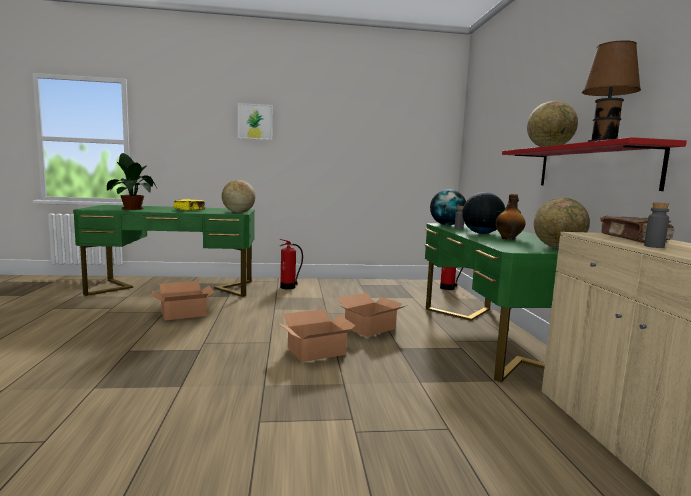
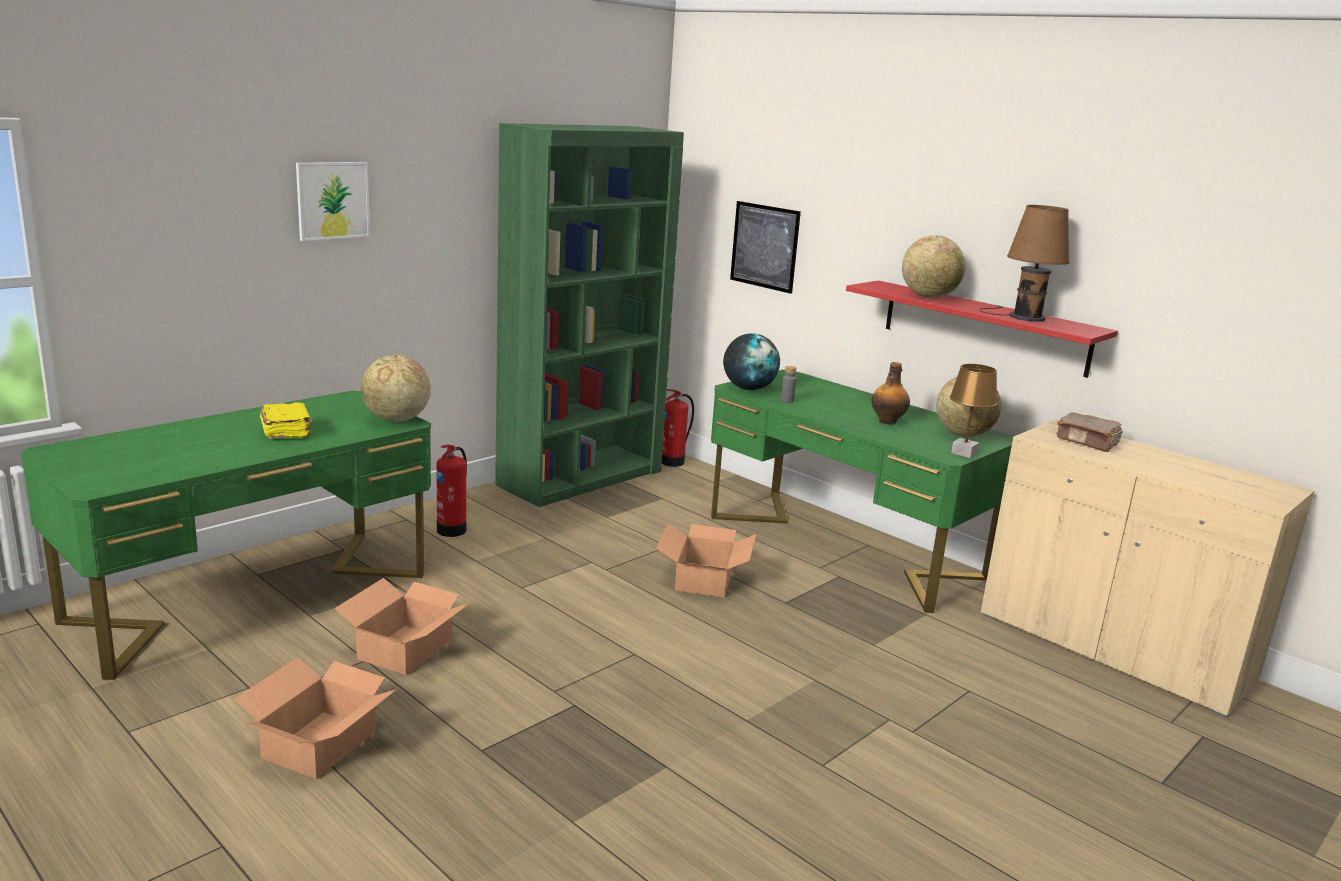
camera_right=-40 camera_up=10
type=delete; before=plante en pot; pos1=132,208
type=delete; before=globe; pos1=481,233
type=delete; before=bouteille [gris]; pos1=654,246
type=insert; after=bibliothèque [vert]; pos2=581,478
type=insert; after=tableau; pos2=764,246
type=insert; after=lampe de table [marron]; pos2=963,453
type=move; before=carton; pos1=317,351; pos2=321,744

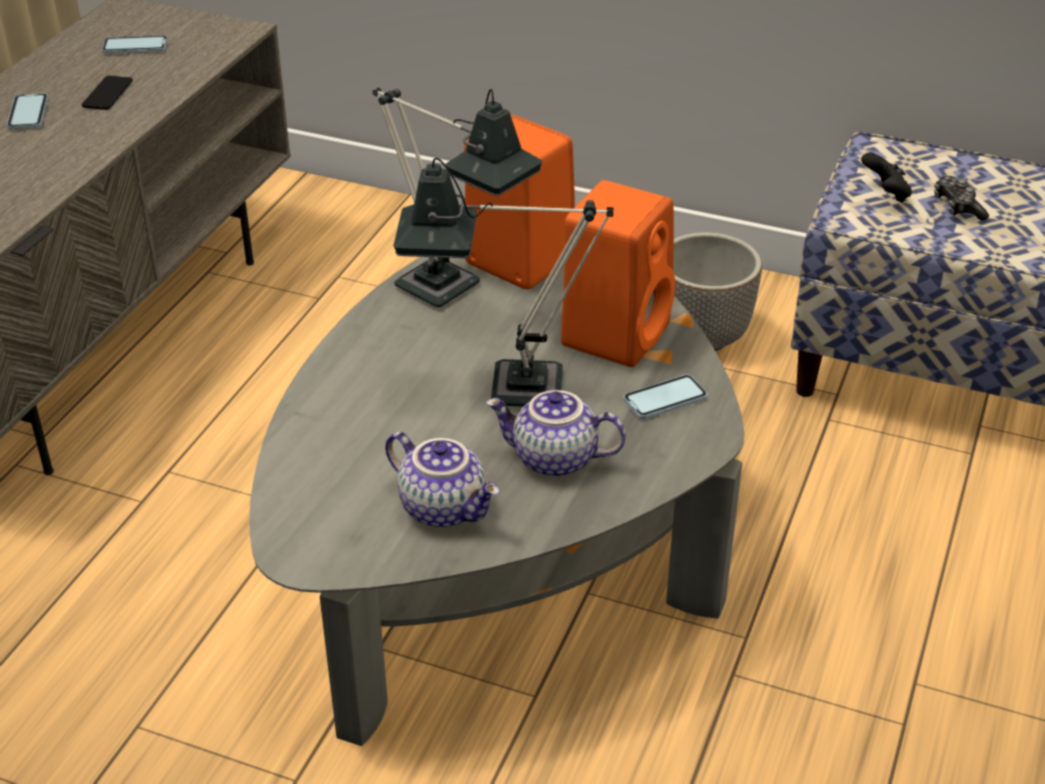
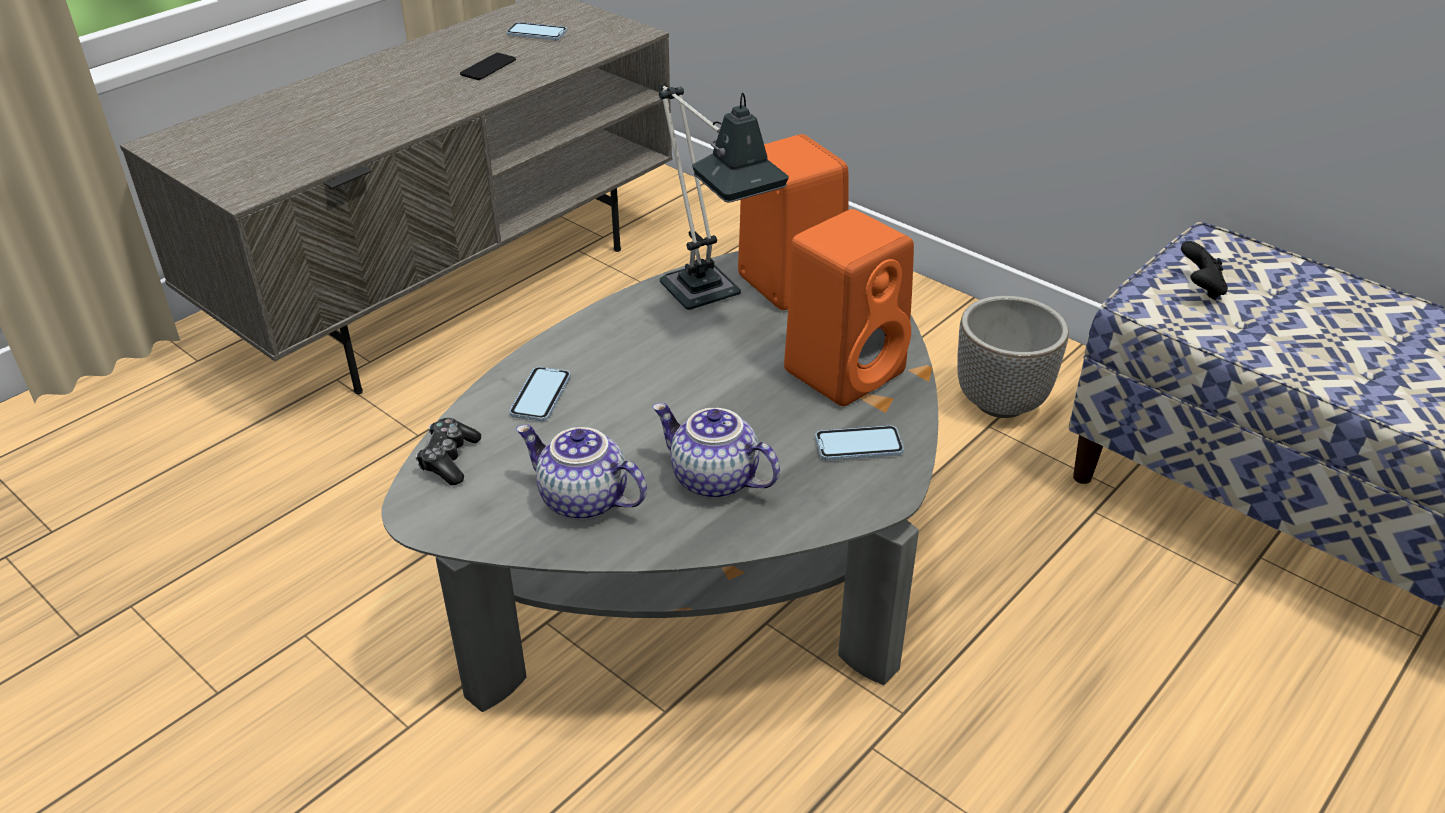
camera_right=20 camera_up=0
type=delete; before=lampe de table; pos1=506,387
type=move; before=téléphone; pos1=28,114; pos2=540,396
type=move; before=manette; pos1=957,207; pos2=449,459
type=rotate; before=théière; pos1=445,508; pos2=582,501; turn=150

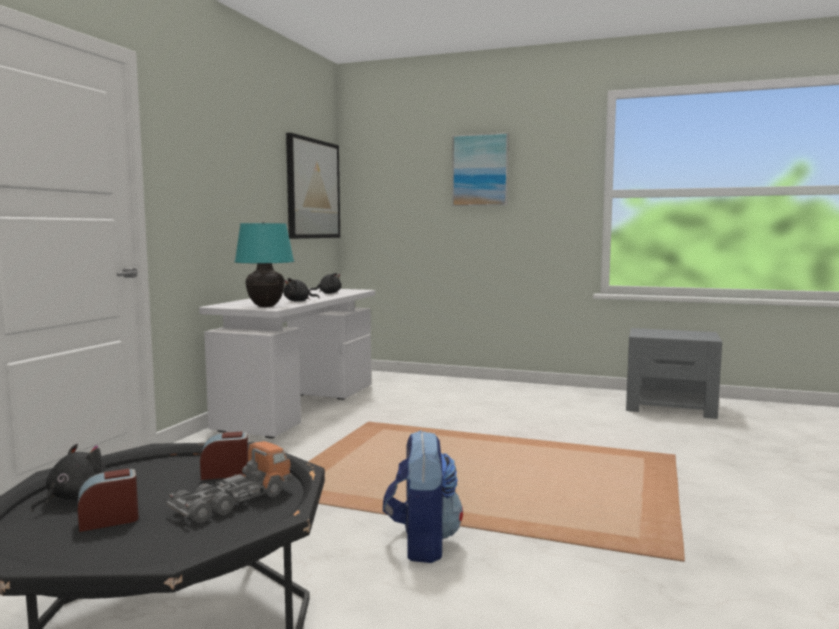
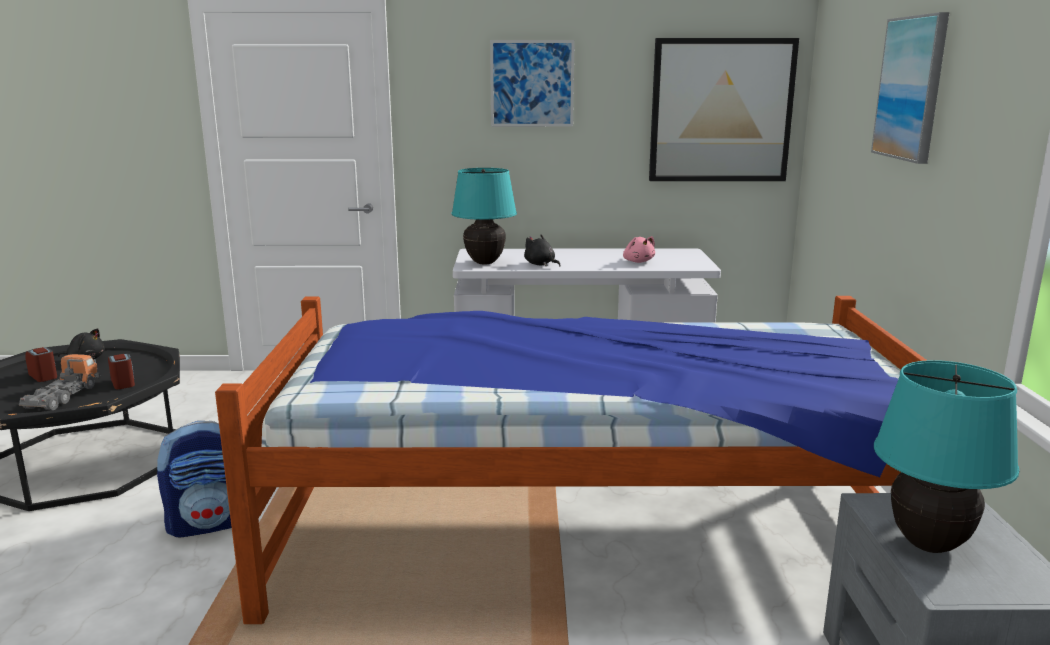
camera_right=70 camera_up=10
type=insert; after=lit; pos2=582,535
type=insert; after=tableau; pos2=532,83
type=insert; after=lampe de table [turquoise]; pos2=928,544
type=recolor; before=peluche [noir]; after=peluche [rose]; pos1=328,293; pos2=638,261
type=rotate; before=camion jouet; pos1=233,502; pos2=62,397; turn=-105

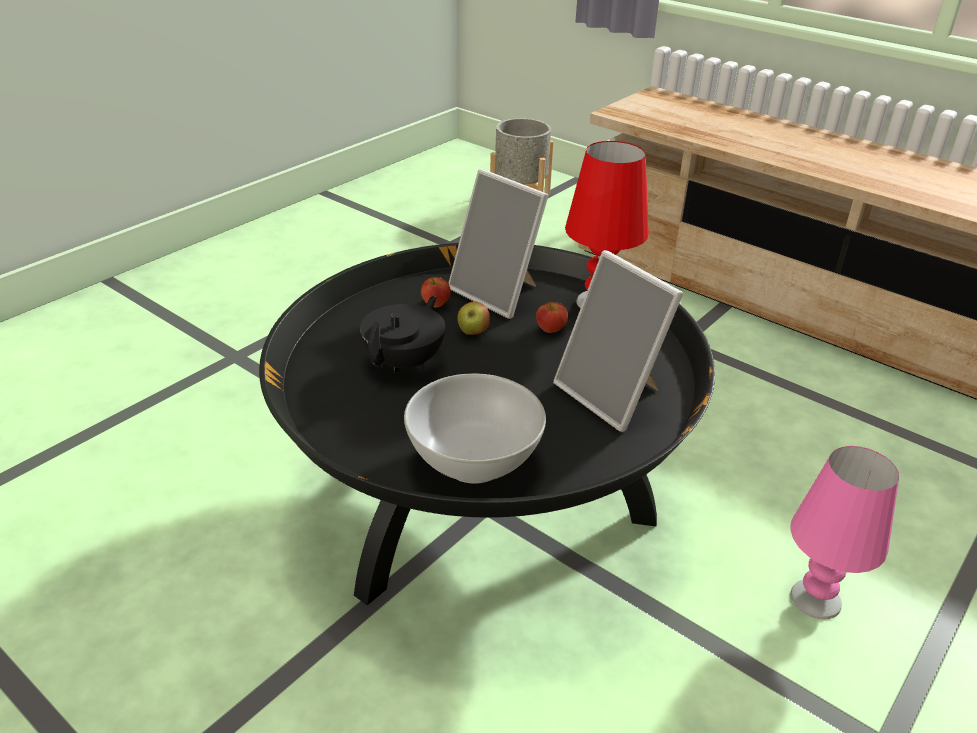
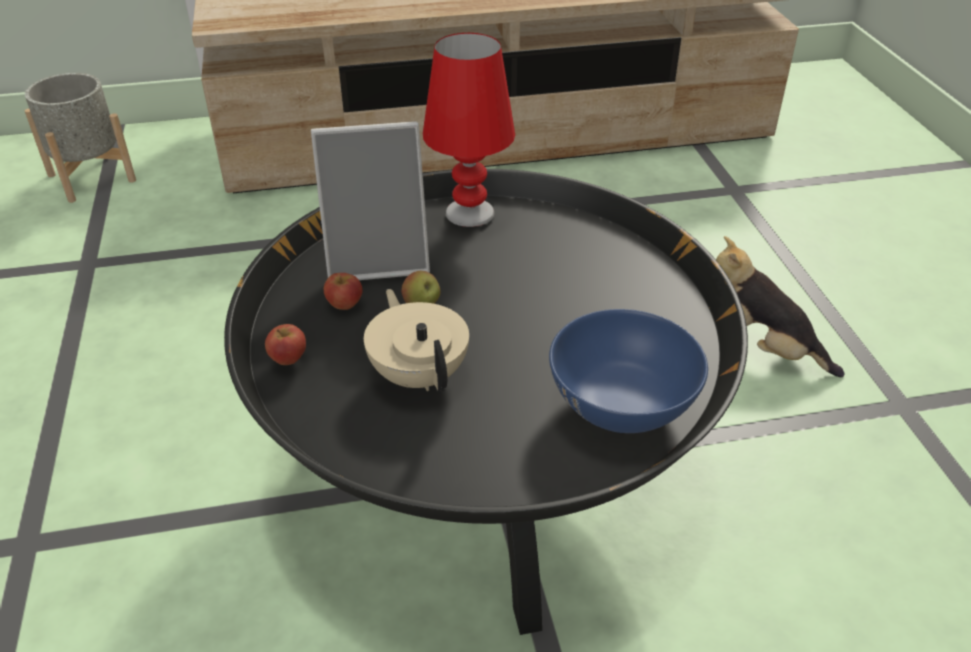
camera_right=-50 camera_up=5
type=delete; before=cadre photo; pos1=612,396
type=move; before=pomme; pos1=551,330; pos2=288,359
type=replace; before=lampe de table [rose]; after=peluche; pos1=816,600; pos2=761,349
type=recolor; before=théière [noir]; after=théière [beige]; pos1=405,362; pos2=419,374
type=recolor; before=bol [blanc]; after=bol [bleu]; pos1=475,462; pos2=622,407

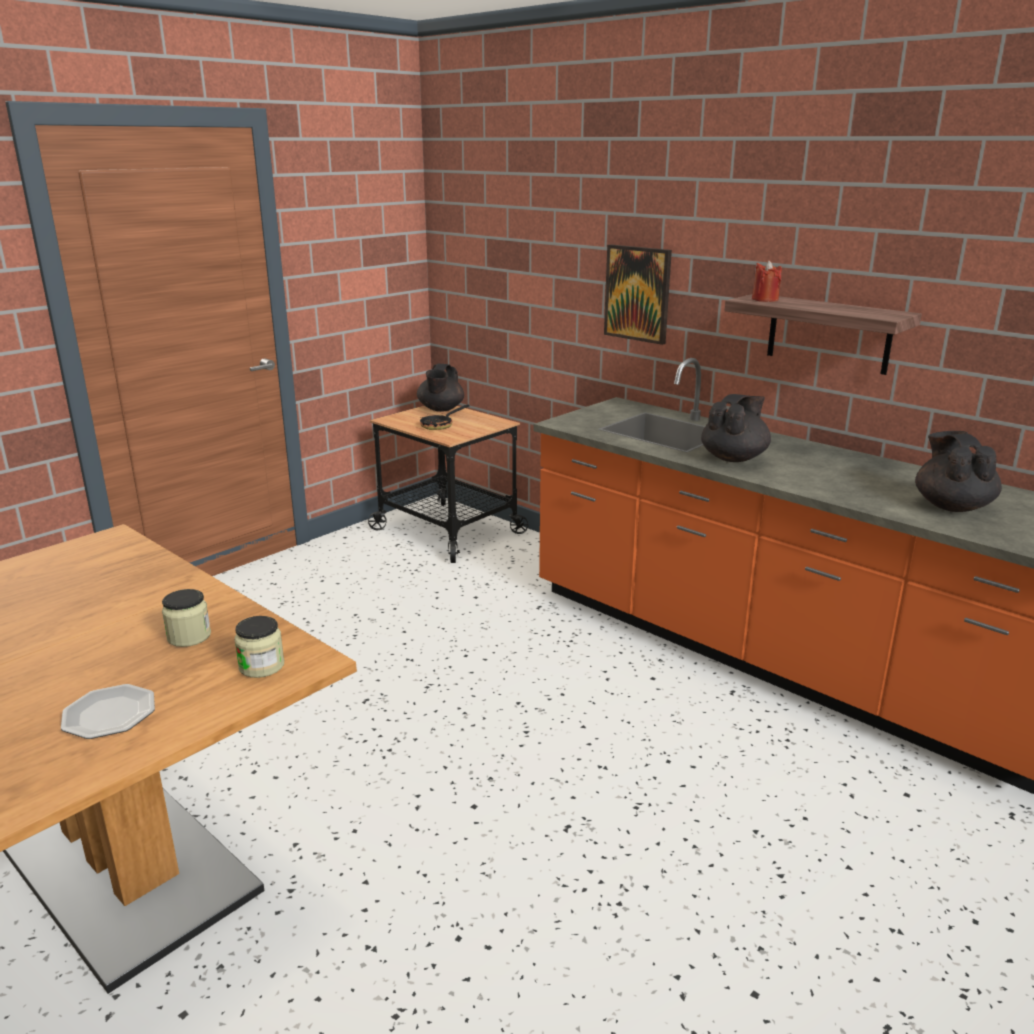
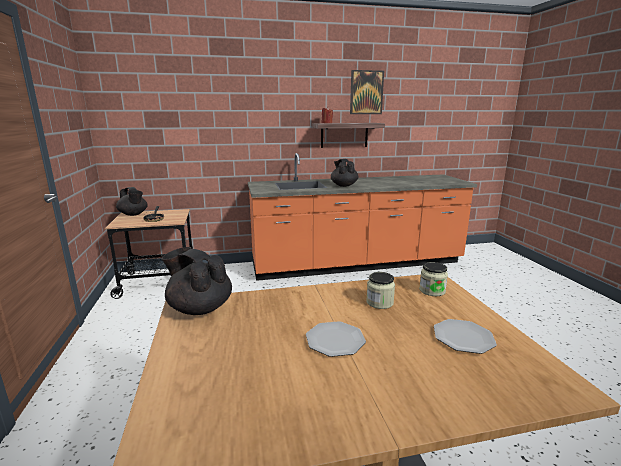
camera_right=-55 camera_up=-5
type=insert; after=assiette; pos2=335,341
type=move; before=tableau; pos1=638,293; pos2=366,92
type=move; before=théière [noir]; pos1=951,506; pos2=200,308

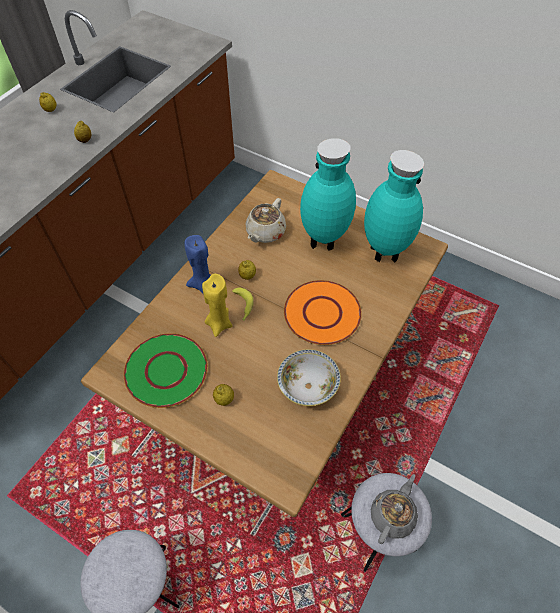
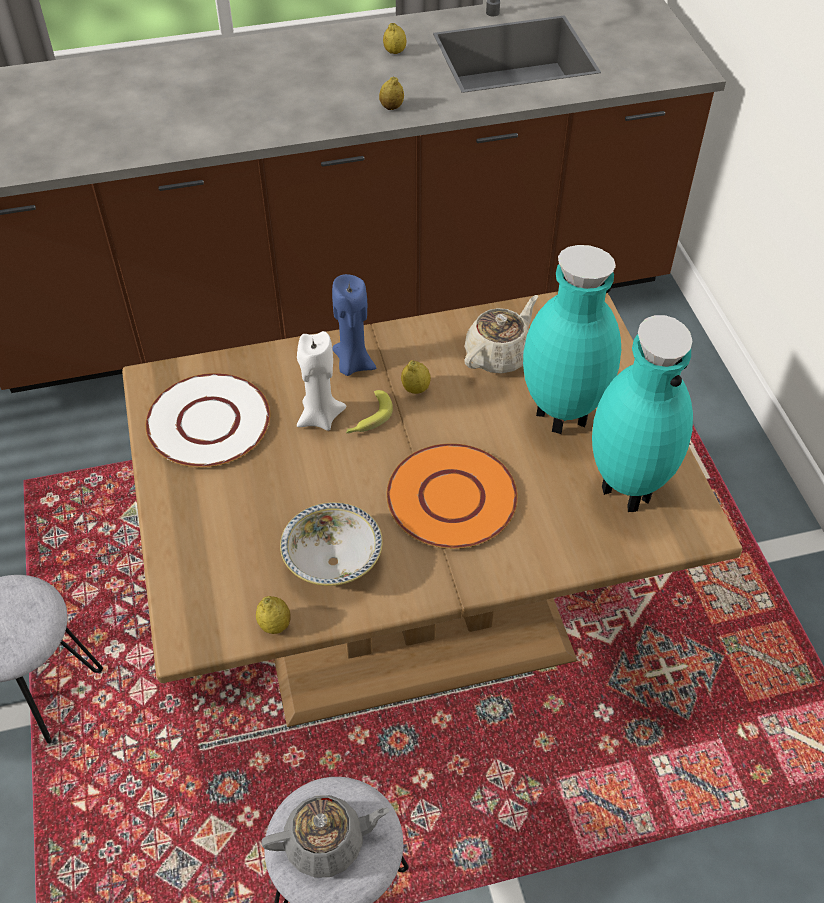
camera_right=45 camera_up=-5
type=move; before=citron; pos1=224,399; pos2=275,625
type=recolor; before=assiette [vert]; after=assiette [blanc]; pos1=165,371; pos2=208,422
type=recolor; before=bougie [jaune]; after=bougie [blanc]; pos1=219,324; pos2=320,417
type=rotate; before=théière [beige]; pos1=265,232; pos2=499,355; turn=150

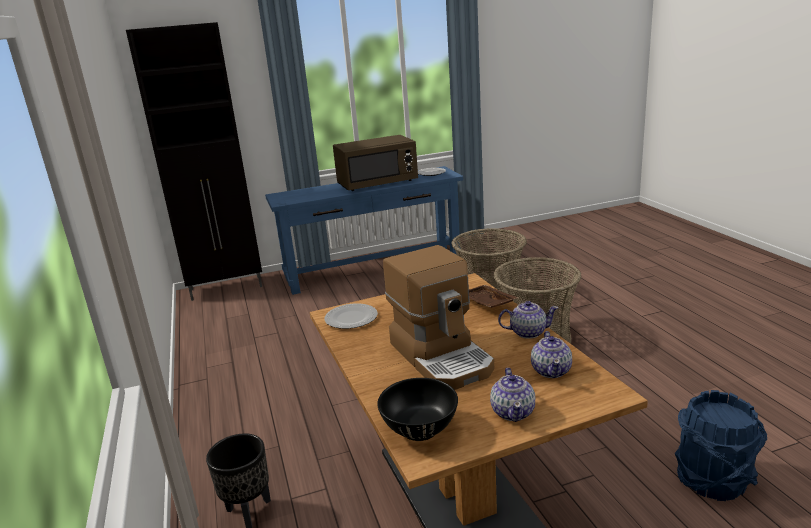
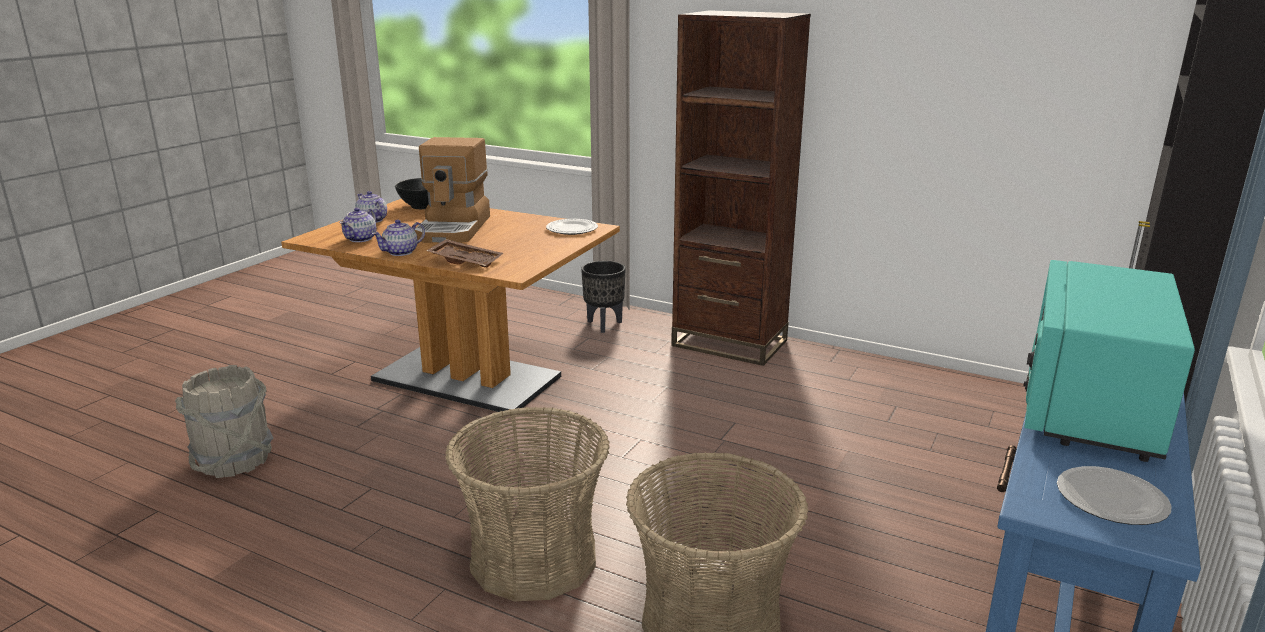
camera_right=135 camera_up=0
type=insert; after=bibliothèque [marron]; pos2=729,343
type=recolor; before=micro-ondes [marron]; after=micro-ondes [turquoise]; pos1=377,184; pos2=1091,407
type=recolor; before=seau [bleu]; after=seau [gris]; pos1=712,480; pos2=234,461
type=rotate; before=machine à café; pos1=442,356; pos2=454,228; turn=-105
type=rotate; before=théière; pos1=551,370; pos2=361,239; turn=-120

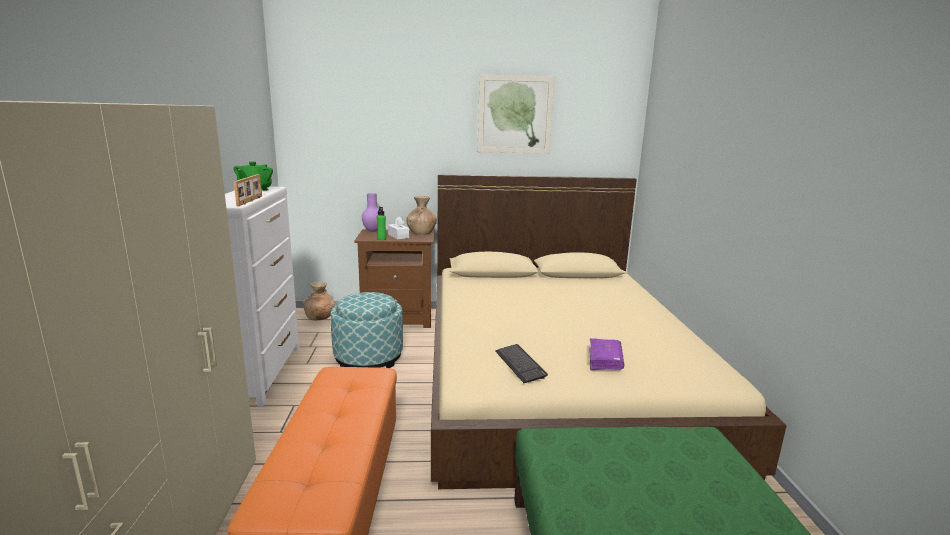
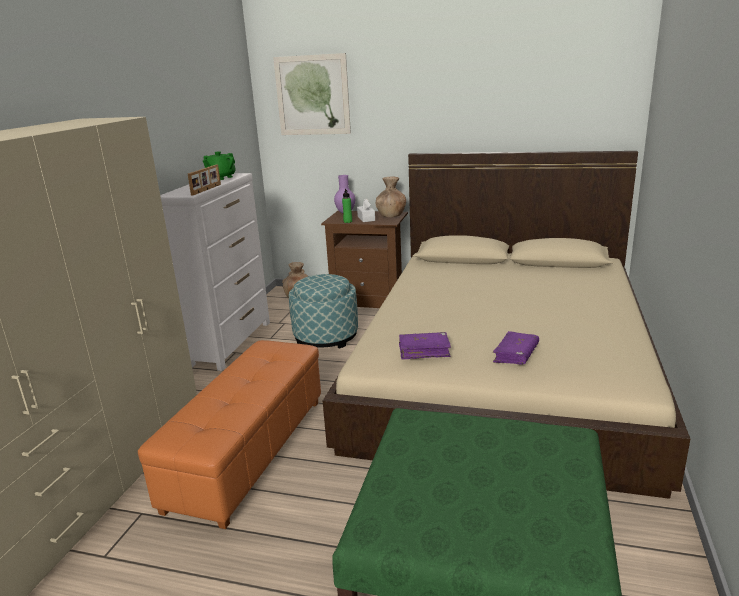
camera_right=20 camera_up=5
type=move; before=tableau; pos1=515,115; pos2=312,95
type=replace; before=clavier; after=livre [violet]; pos1=520,364; pos2=424,351

